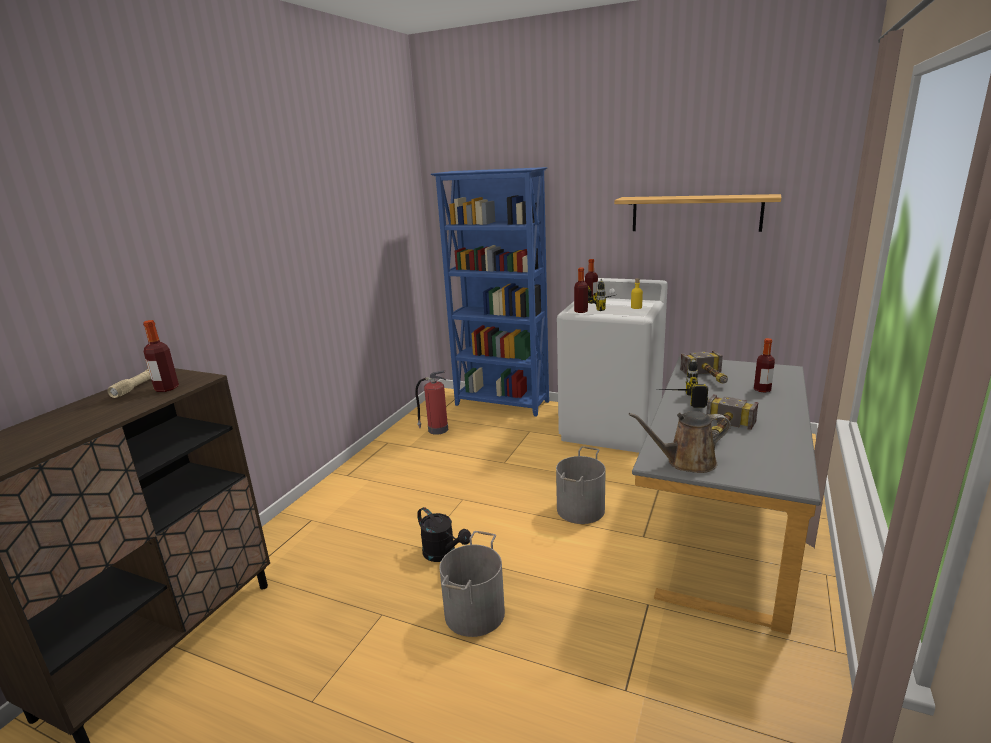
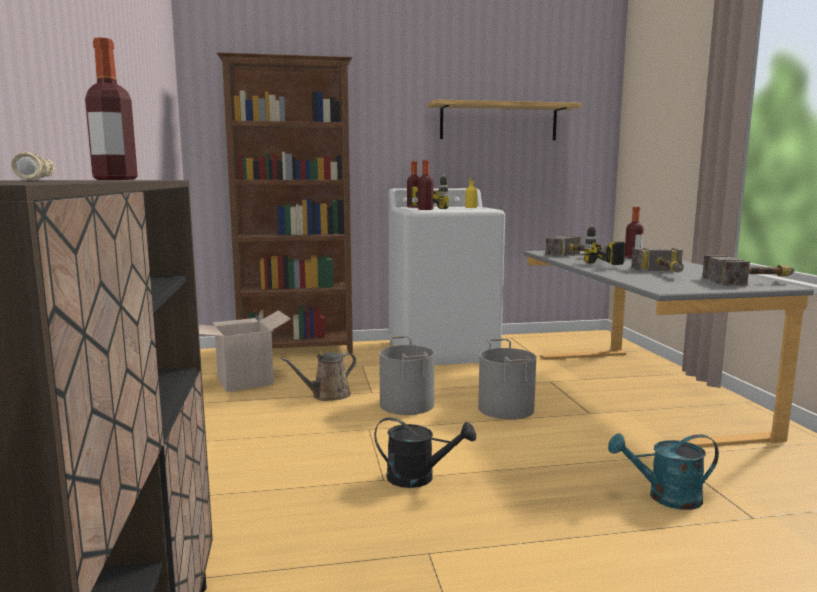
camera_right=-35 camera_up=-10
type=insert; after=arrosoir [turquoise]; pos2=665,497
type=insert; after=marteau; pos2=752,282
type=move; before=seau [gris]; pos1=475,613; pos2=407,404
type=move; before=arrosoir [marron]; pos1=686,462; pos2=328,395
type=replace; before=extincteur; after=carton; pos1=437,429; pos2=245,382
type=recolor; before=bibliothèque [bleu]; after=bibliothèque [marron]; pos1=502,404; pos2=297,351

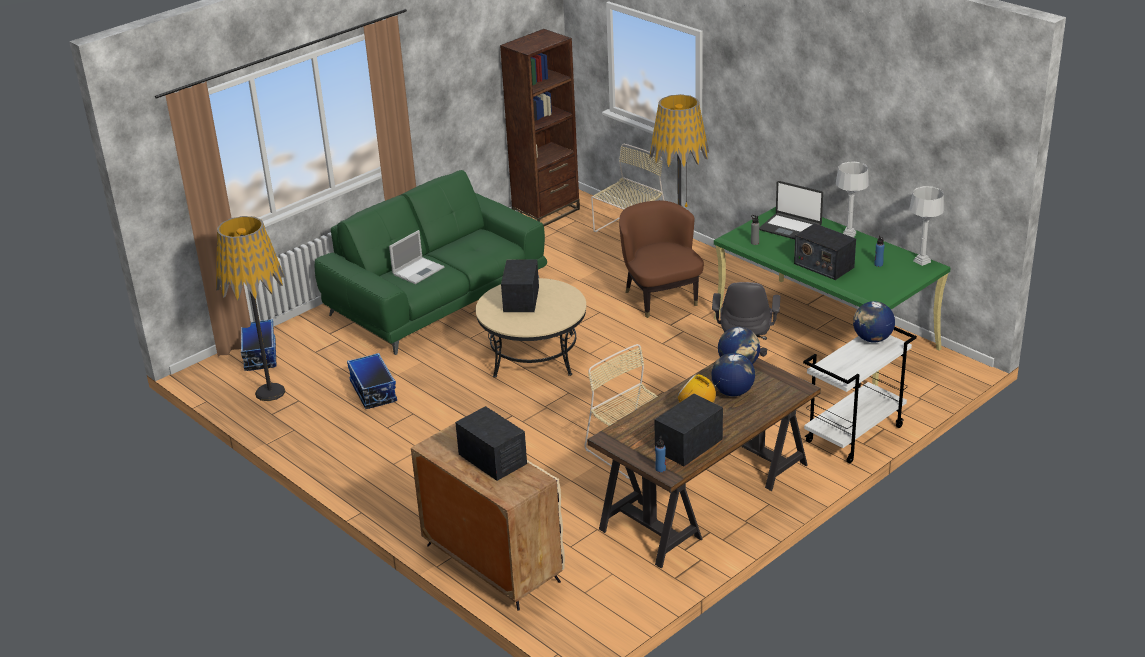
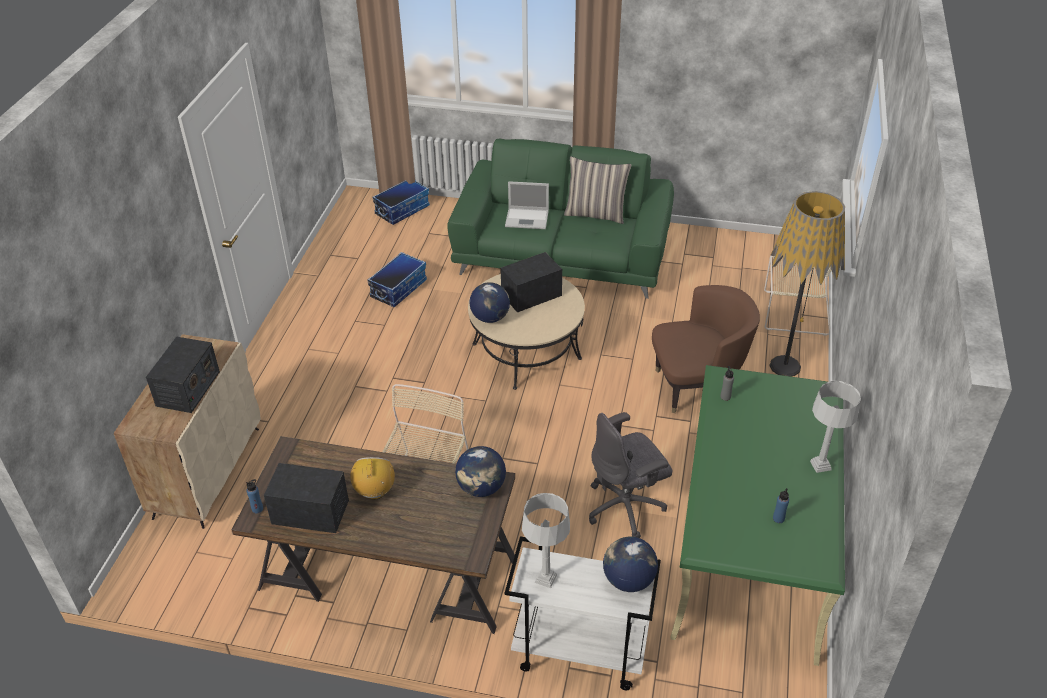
camera_right=55 camera_up=10
type=delete; before=lampadaire; pos1=270,392
type=delete; before=bibliothèque [marron]; pos1=546,213
type=delete; before=ordinateur portable; pos1=790,228
type=delete; before=radio; pos1=823,265
type=insert; after=coussin; pos2=596,214
type=move; before=globe; pos1=732,392; pos2=490,317
type=move; before=lampe de table [gris]; pos1=921,261; pos2=545,578
type=rotate; before=fauteuil [marron]; pos1=660,297; pos2=697,387; turn=45

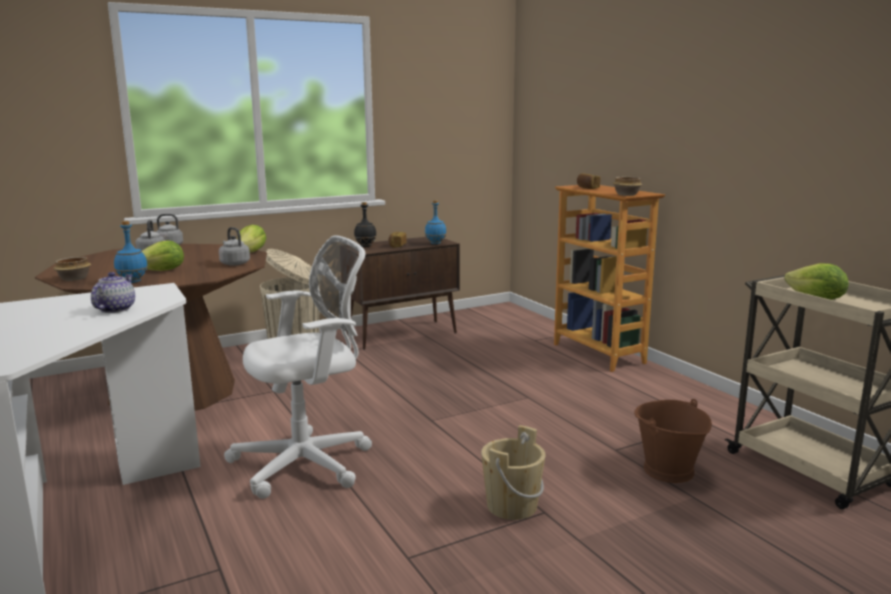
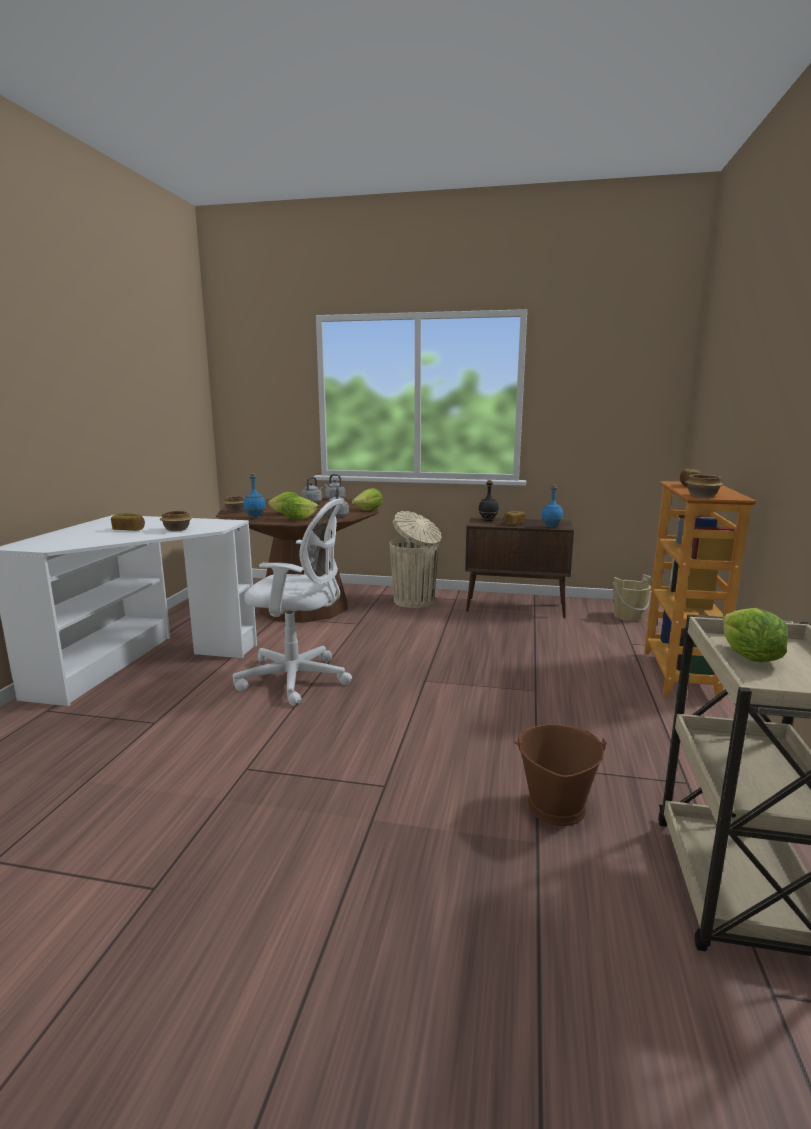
camera_right=40 camera_up=0
type=insert; after=pain; pos2=129,530
type=insert; after=laitue; pos2=298,519
type=move; before=seau [beige]; pos1=512,506; pos2=628,616
type=replace; before=théière; after=bol; pos1=115,309; pos2=176,529

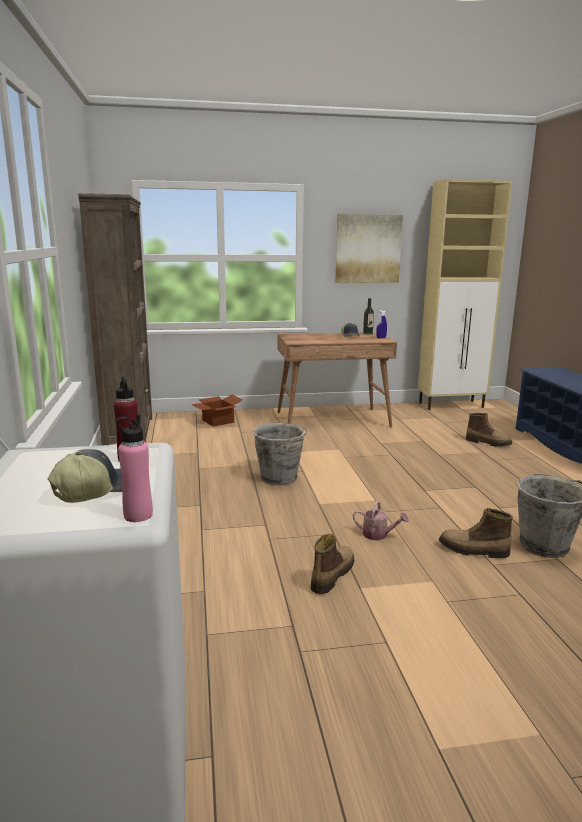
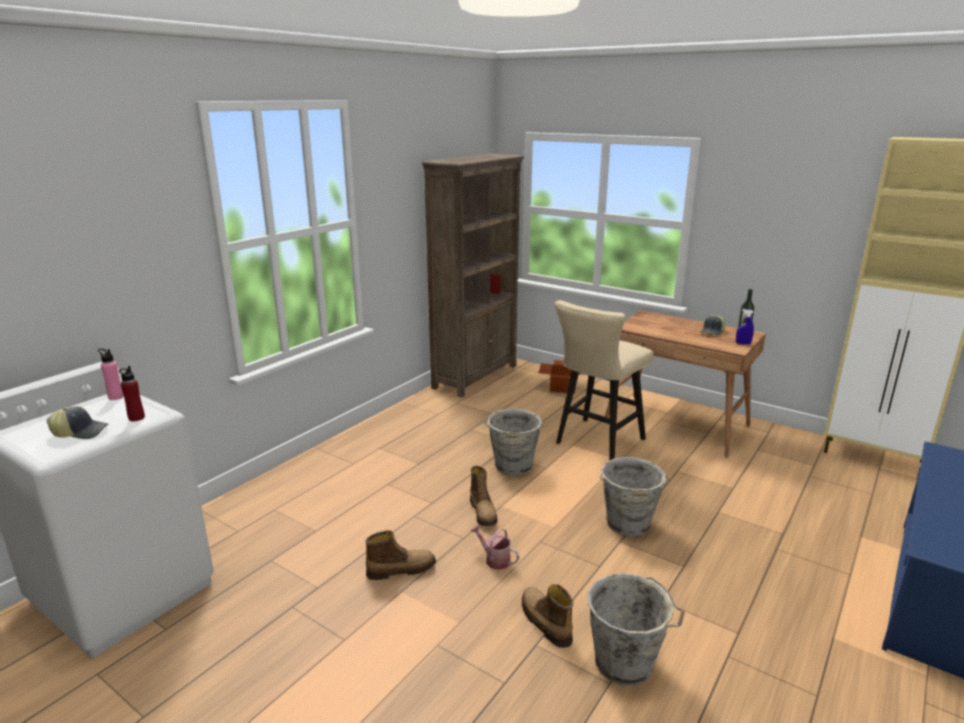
camera_right=45 camera_up=5
type=delete; before=tableau; pos1=368,249
type=insert; after=tabouret [beige]; pos2=596,443
type=insert; after=seau [gris]; pos2=628,525
type=move; before=bouteille [rose]; pos1=138,515; pos2=116,397
type=move; before=botte; pos1=488,443; pos2=483,512
type=rotate; before=arrosoir; pos1=378,535; pos2=494,559; turn=150

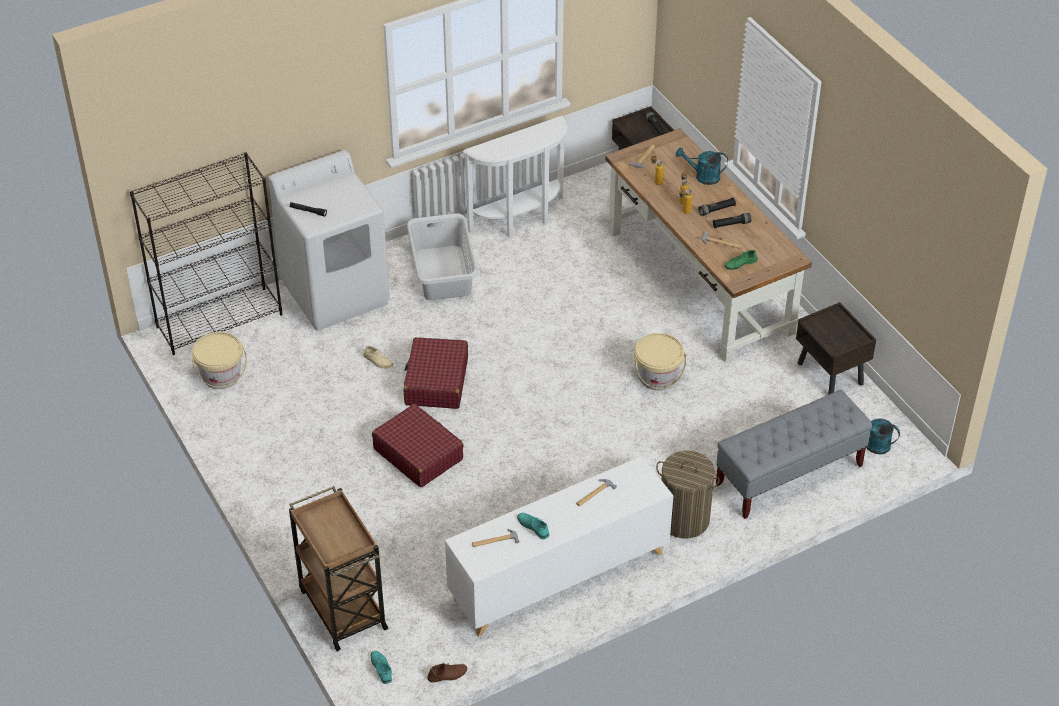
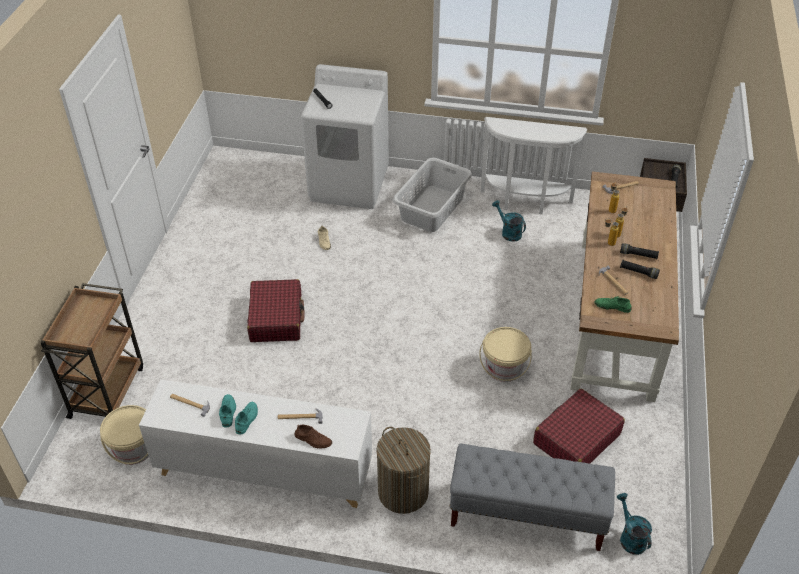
camera_right=40 camera_up=0
type=delete; before=bibliothèque [noir]; pos1=220,320
type=delete; before=table de chevet [marron]; pos1=831,374
type=move; before=seau [beige]; pos1=221,375; pos2=134,448
type=move; before=chaussure [turquoise]; pos1=381,668; pos2=247,419
type=move; before=valise [rouge]; pos1=436,382; pos2=576,439
type=move; before=chaussure [marron]; pos1=447,674; pos2=313,440
type=move; before=arrosoir [turquoise]; pos1=703,177; pos2=508,232

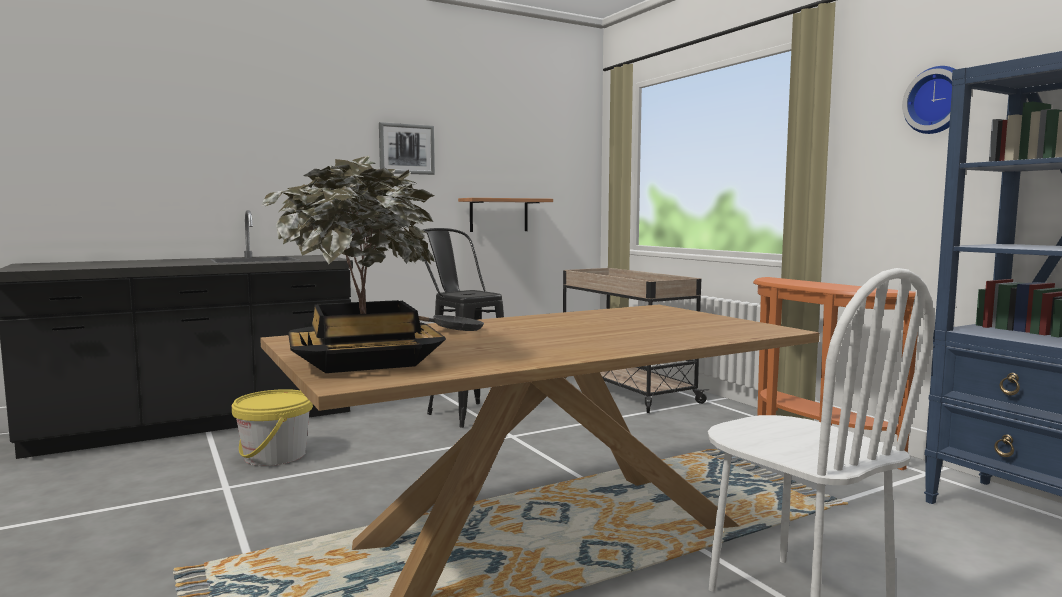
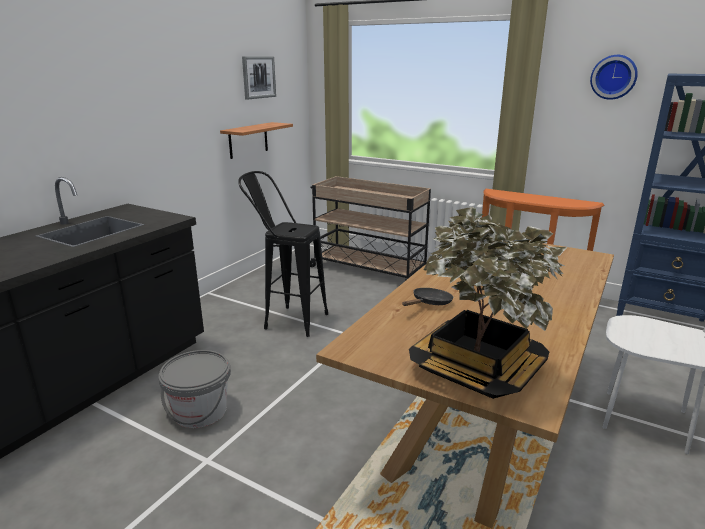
camera_right=-30 camera_up=15
type=move; before=tableau; pos1=406,149; pos2=258,77
type=recolor; before=seau [jaune]; after=seau [gris]; pos1=275,456; pos2=200,411

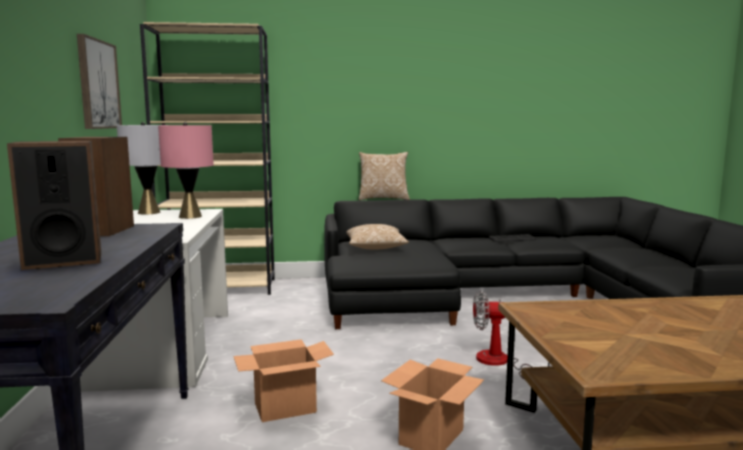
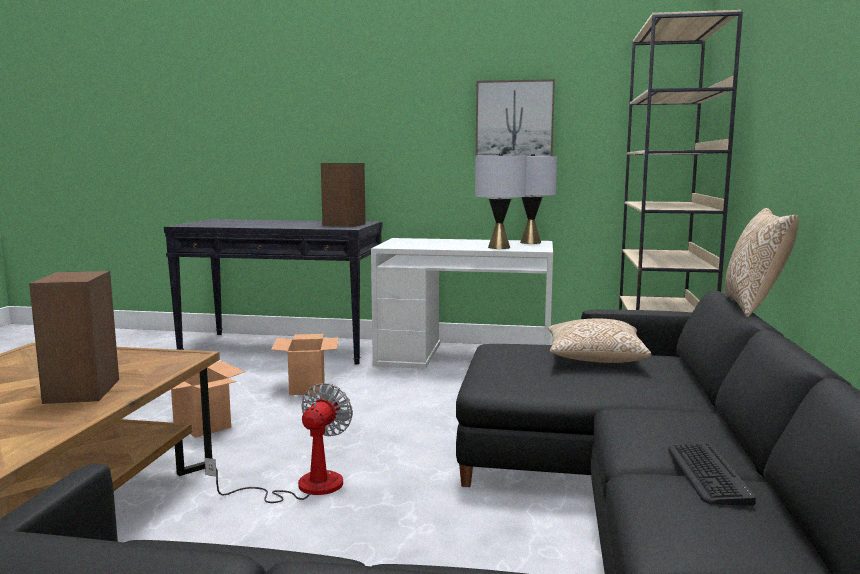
camera_right=105 camera_up=0
type=move; before=enceinte; pos1=63,260; pos2=83,391
type=recolor; before=lampe de table [rose]; after=lampe de table [gris]; pos1=190,216; pos2=499,247

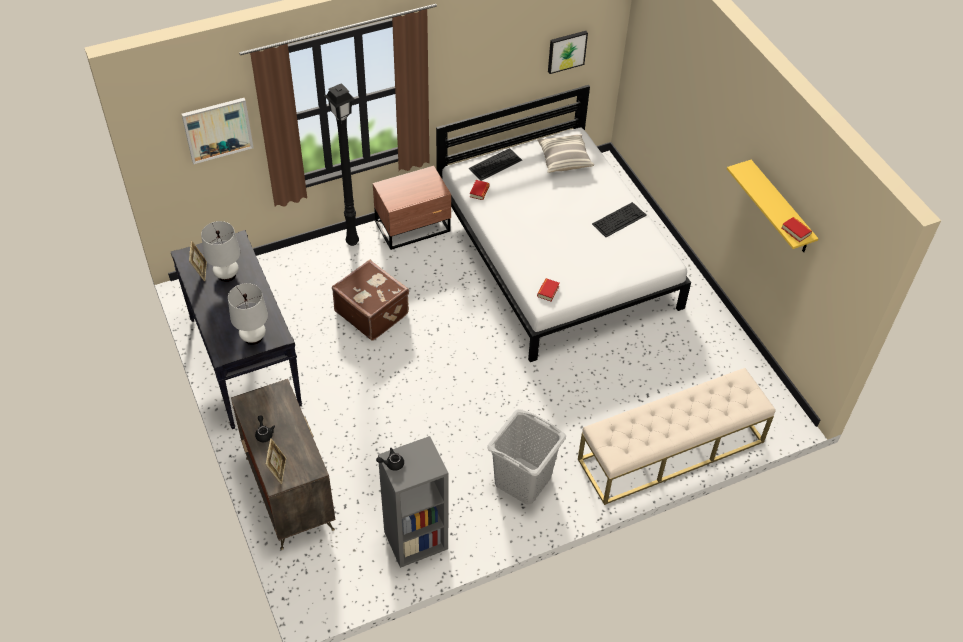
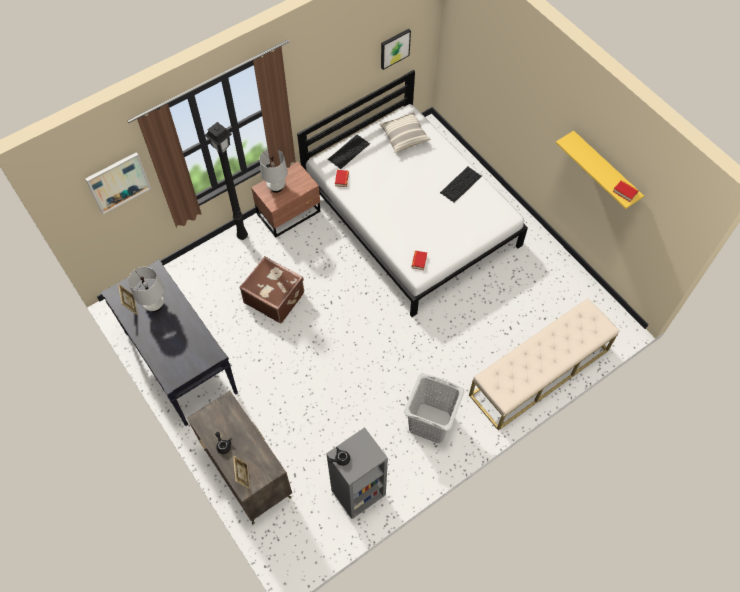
camera_right=-10 camera_up=10
type=move; before=lampe de table [blanc]; pos1=253,337; pos2=276,187

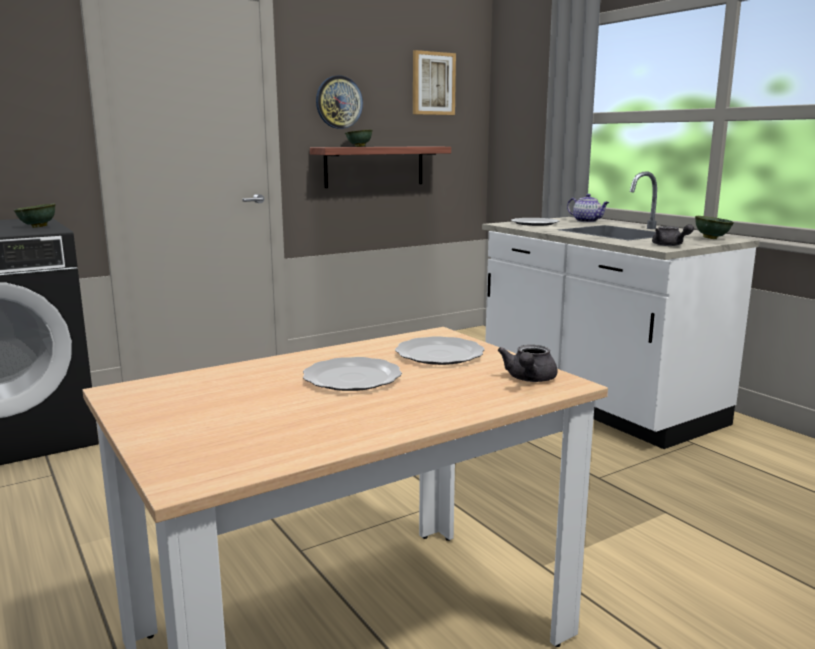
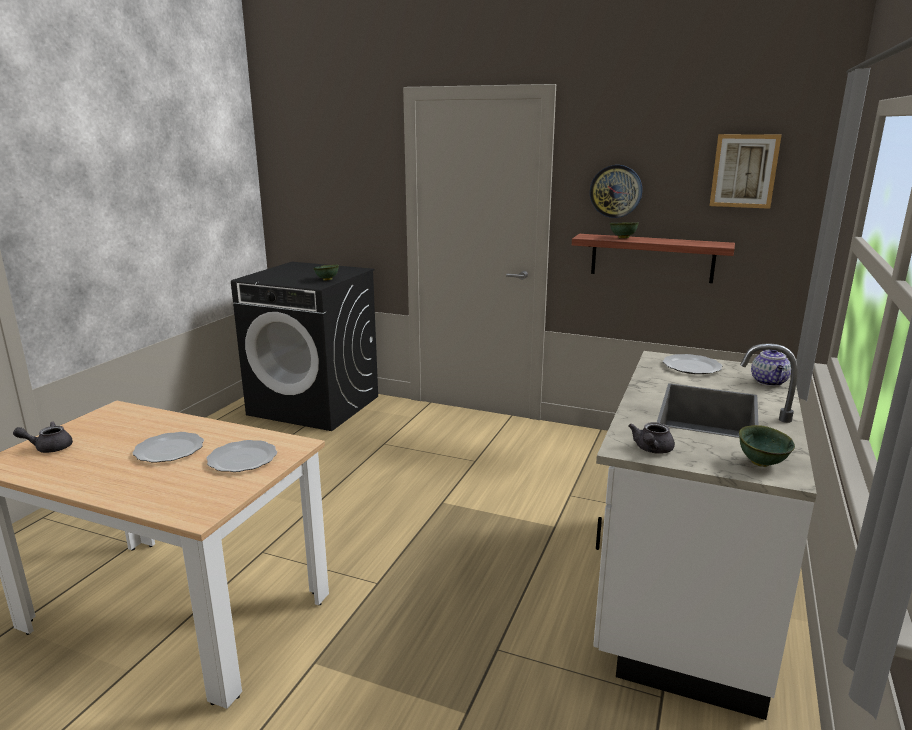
camera_right=55 camera_up=5
type=move; before=théière [gris]; pos1=529,379; pos2=49,447

